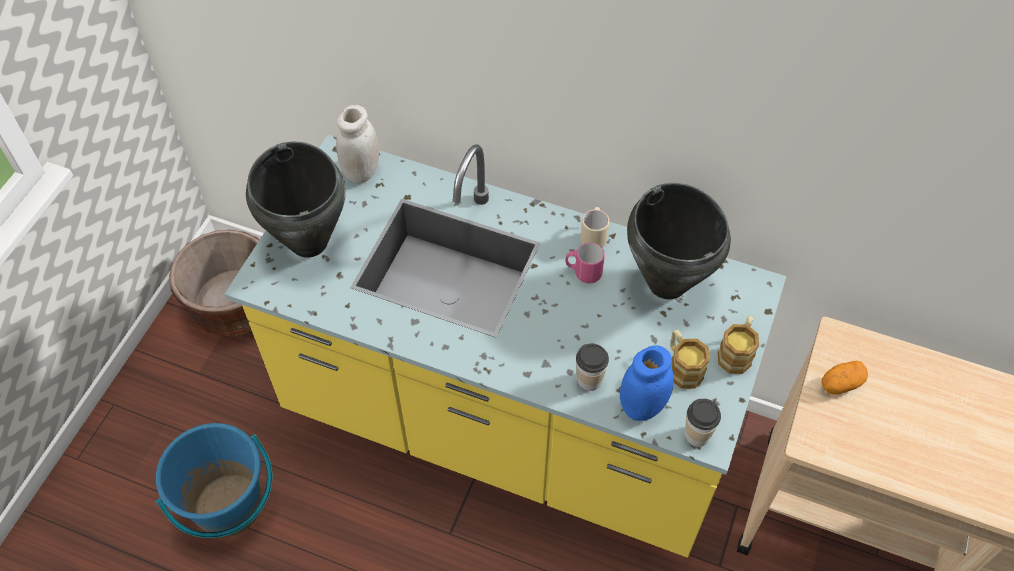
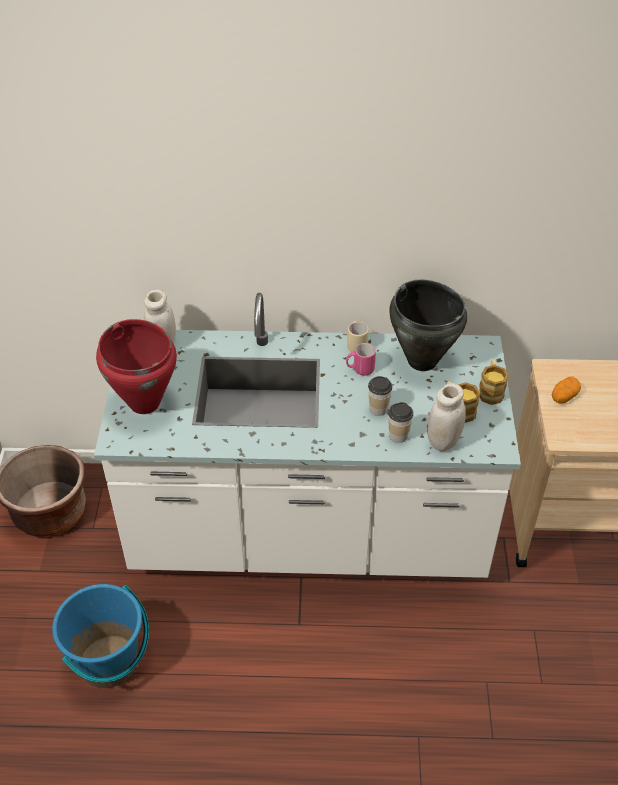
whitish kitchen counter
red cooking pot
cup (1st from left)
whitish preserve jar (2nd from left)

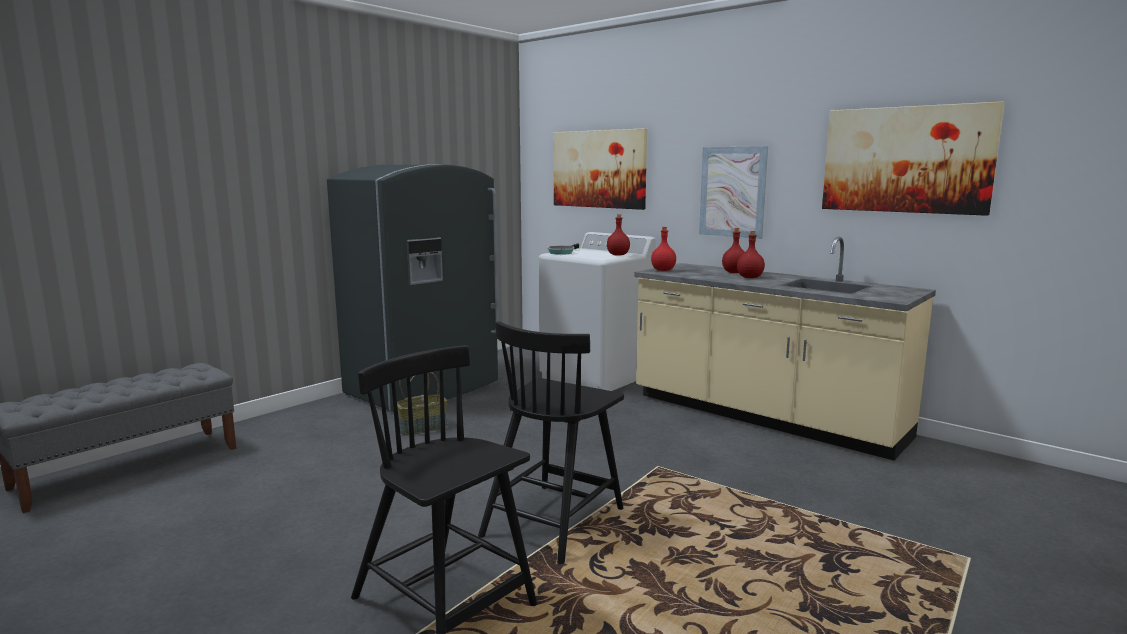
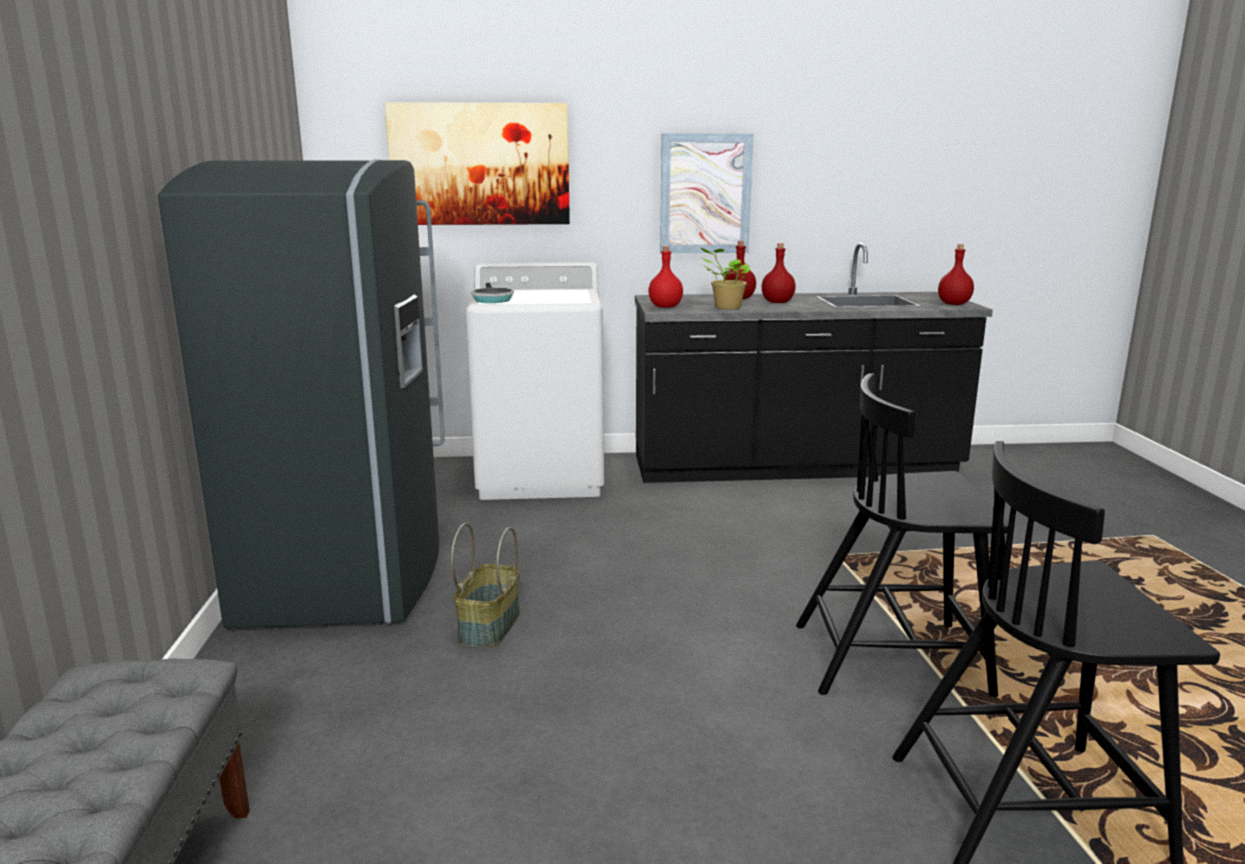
black-coloured kitchen counter
plant in a pot
black-coloured plain chair (1st from left)
red bottle (4th from left)
picture (3rd from left in the first image)

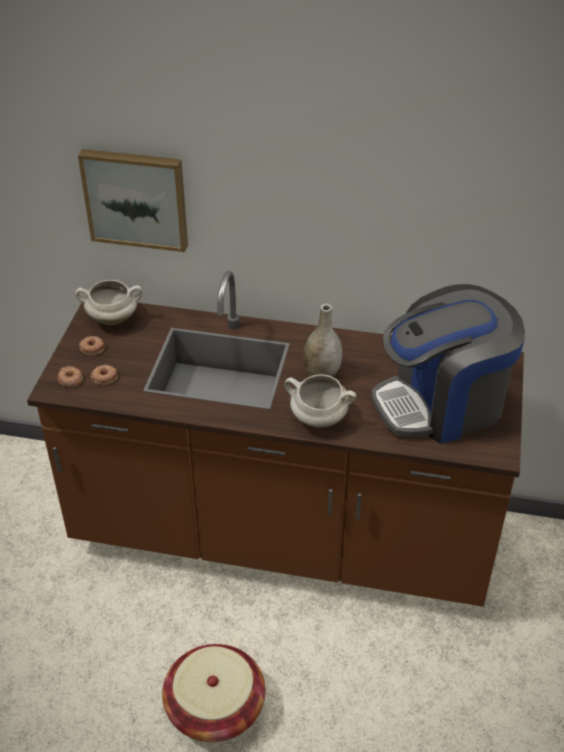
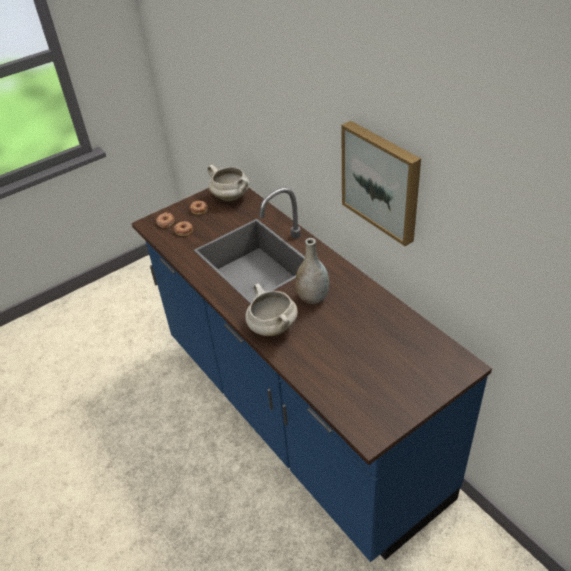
bluish kitchen counter
picture
storage basket
coffee brewer

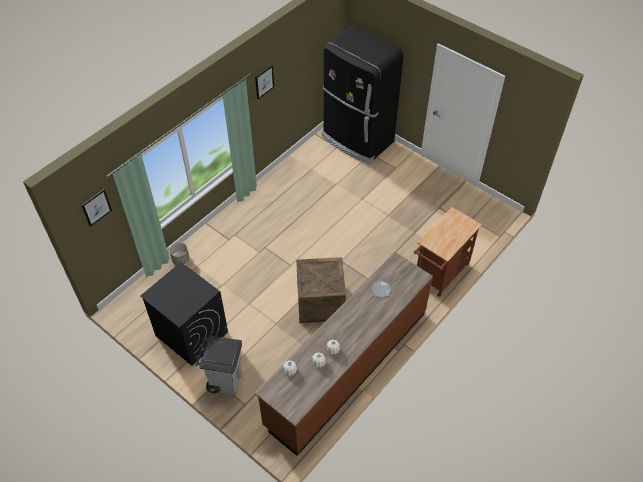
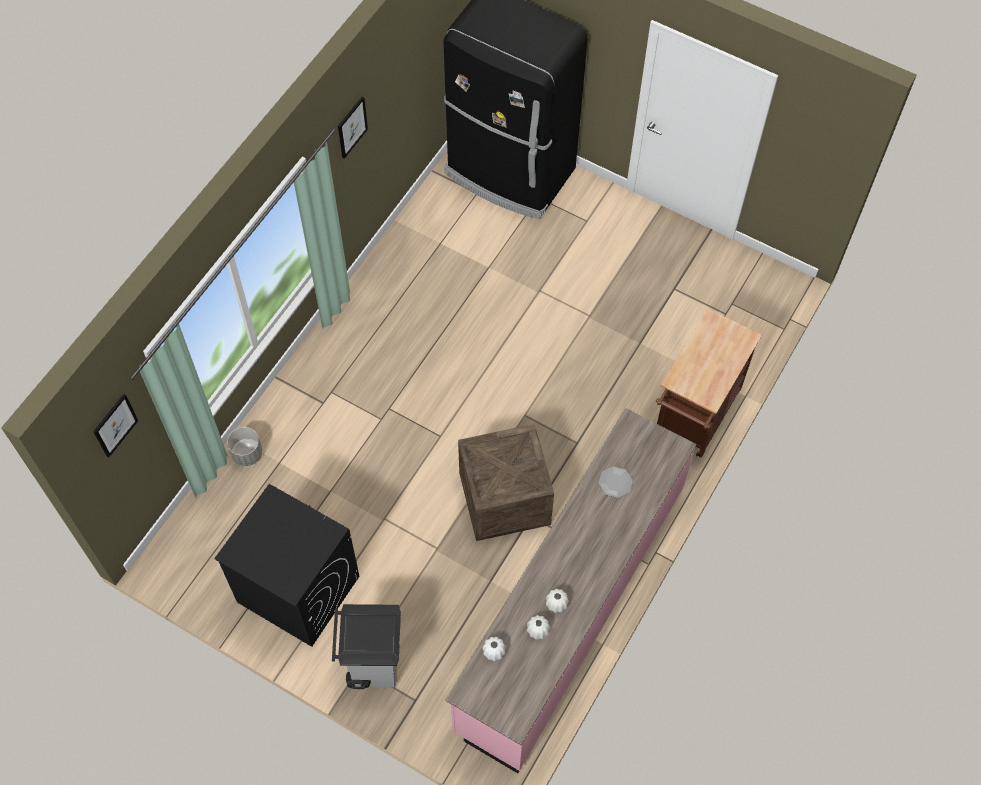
pink kitchen counter

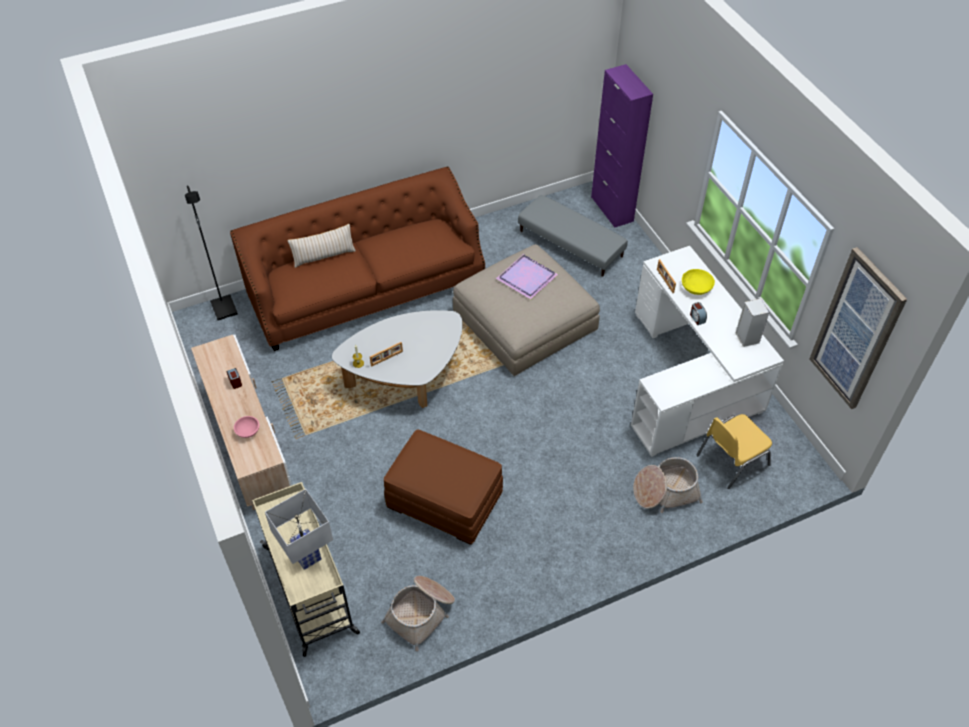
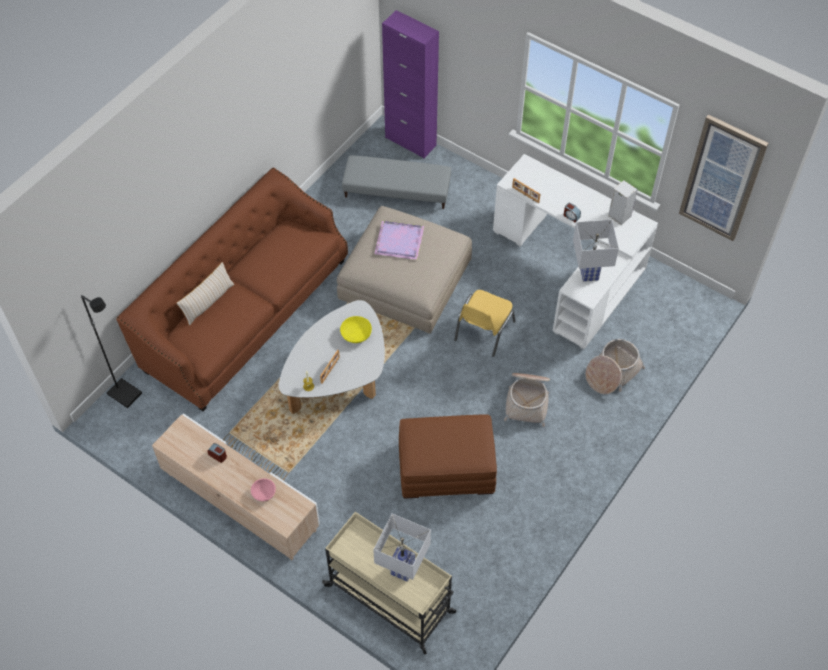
yellow serving bowl
yellow plain chair
storage basket (1st from left)
whitish lamp for a table (2nd from left)

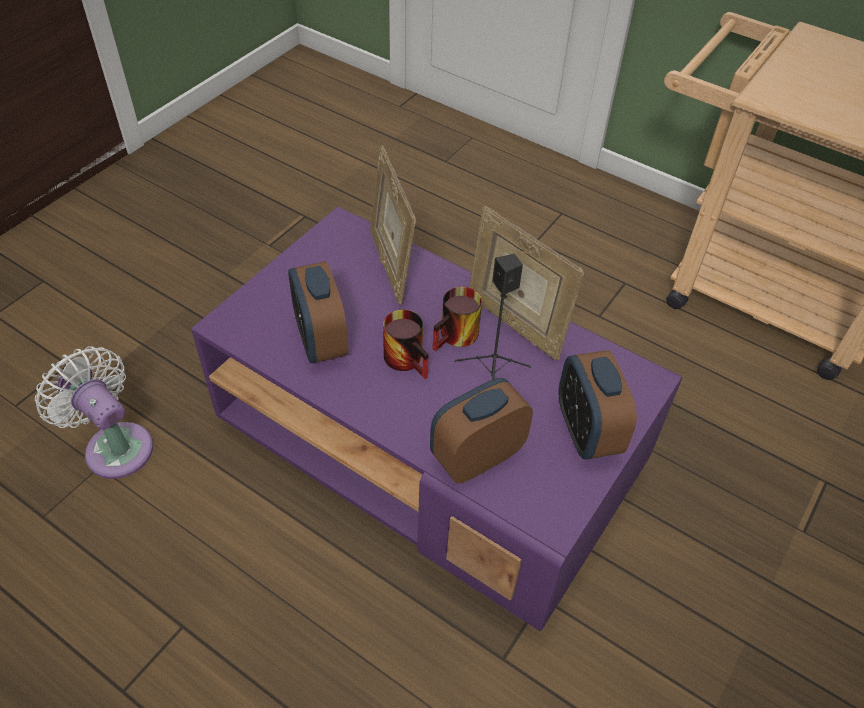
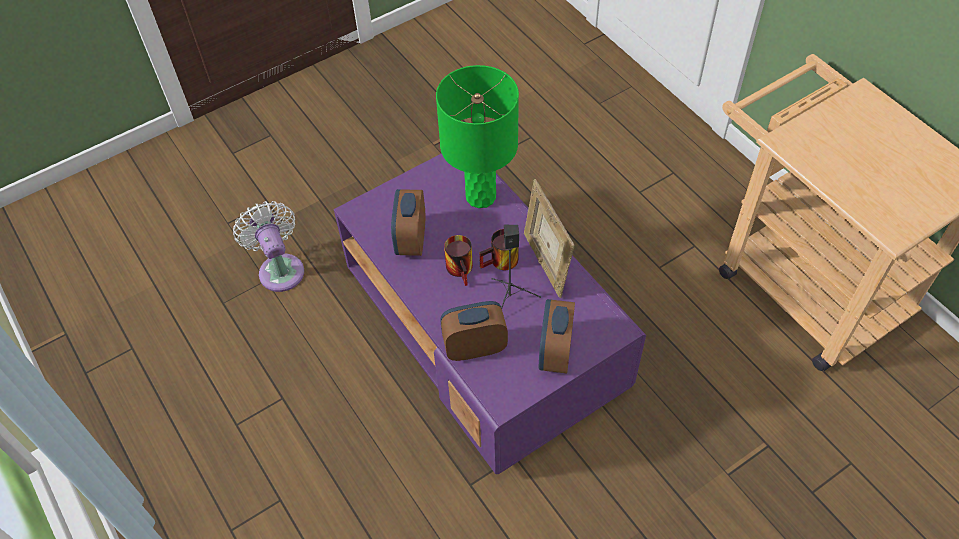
green-coloured lamp for a table

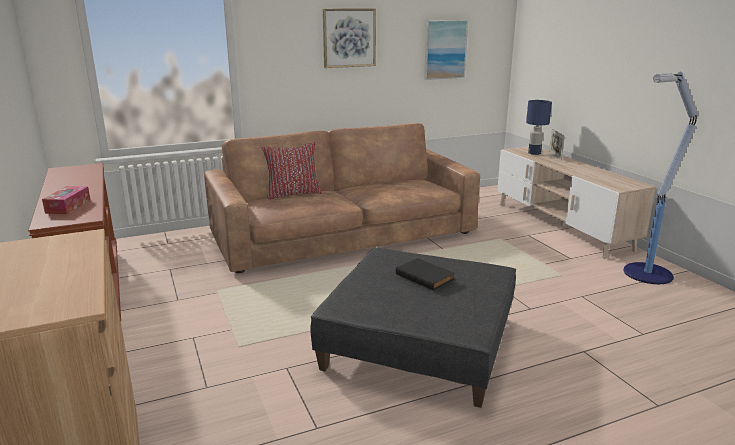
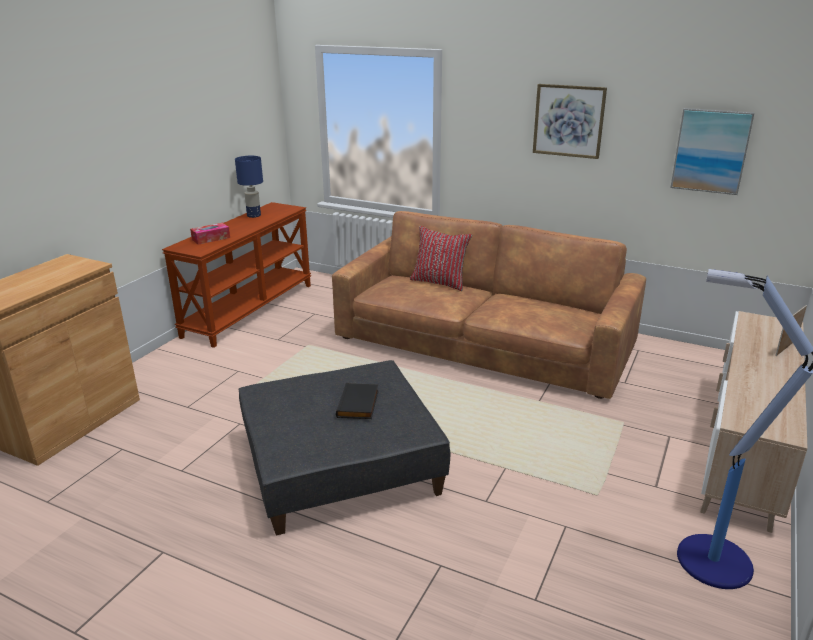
bluish lamp for a table

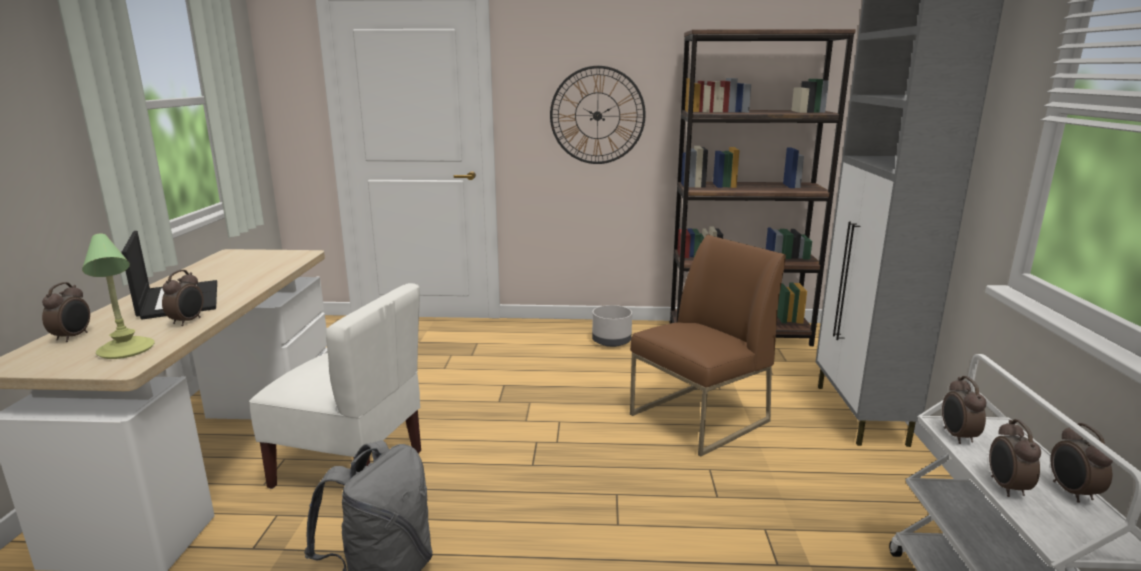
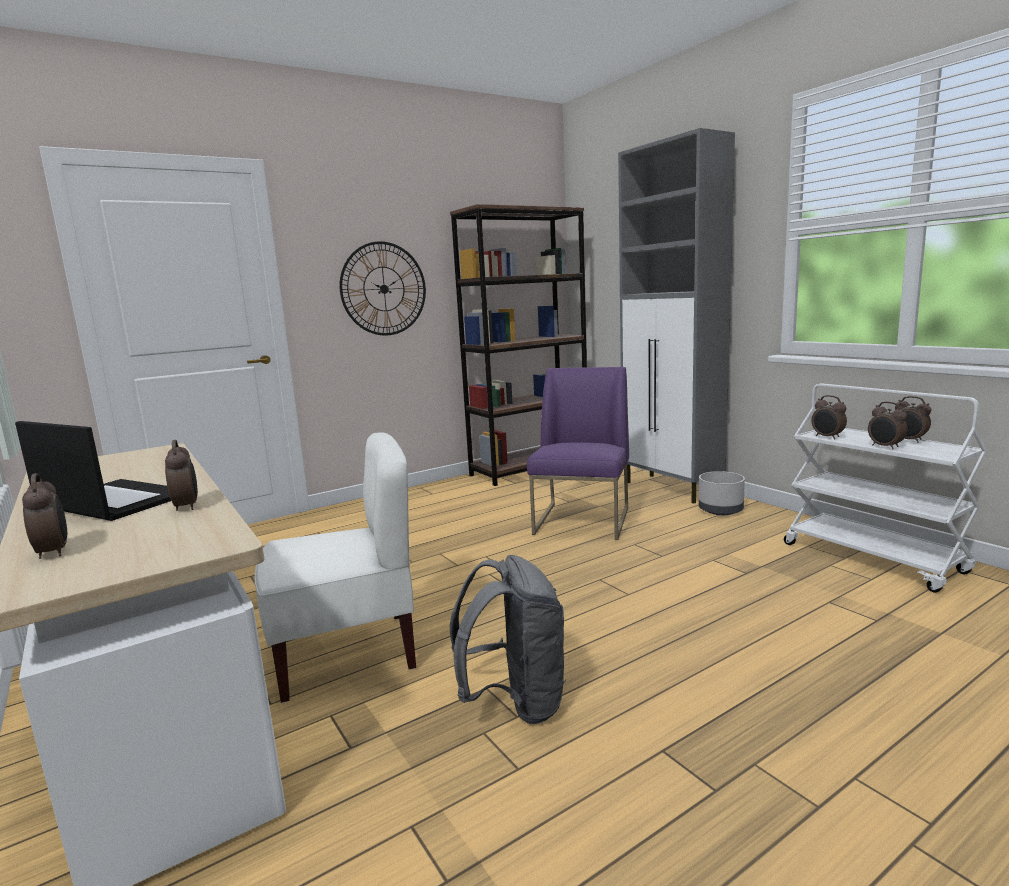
purple-coloured plain chair
greyish flower pot
lamp for a table

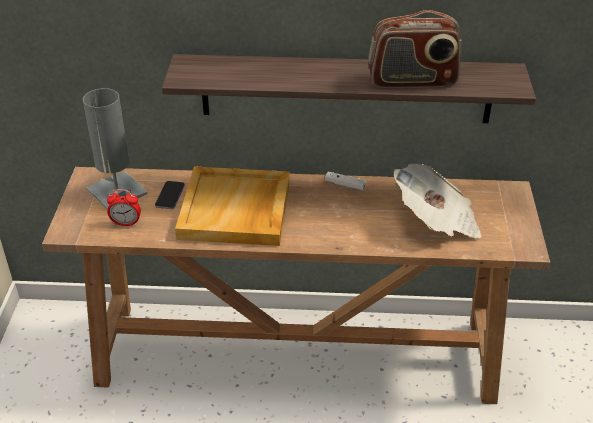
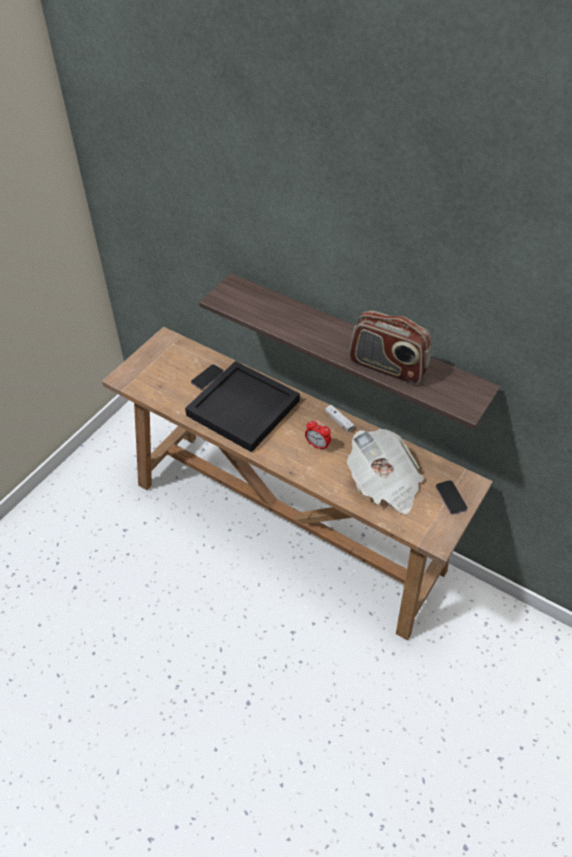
black-coloured tray
bedside clock
handset (2nd from left)
greyish lamp for a table

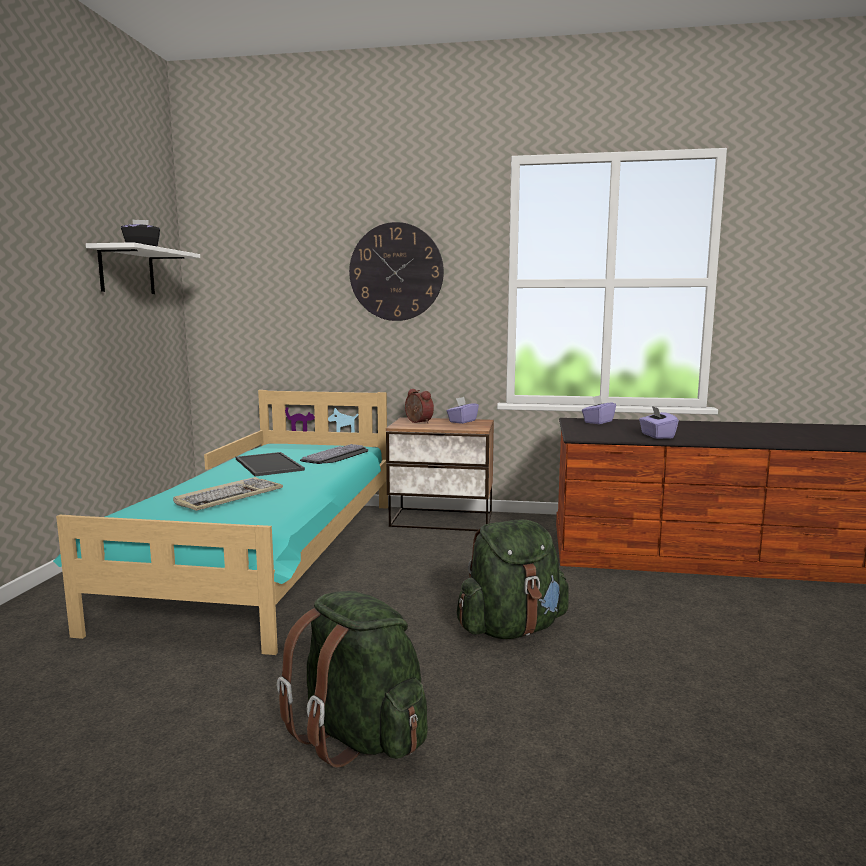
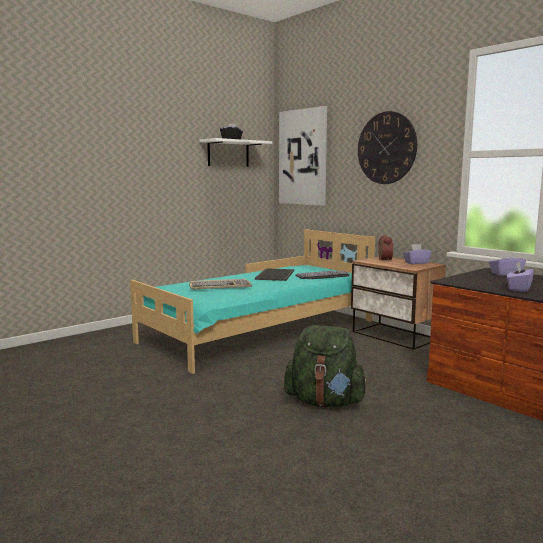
picture
green-coloured knapsack (1st from left in the first image)

